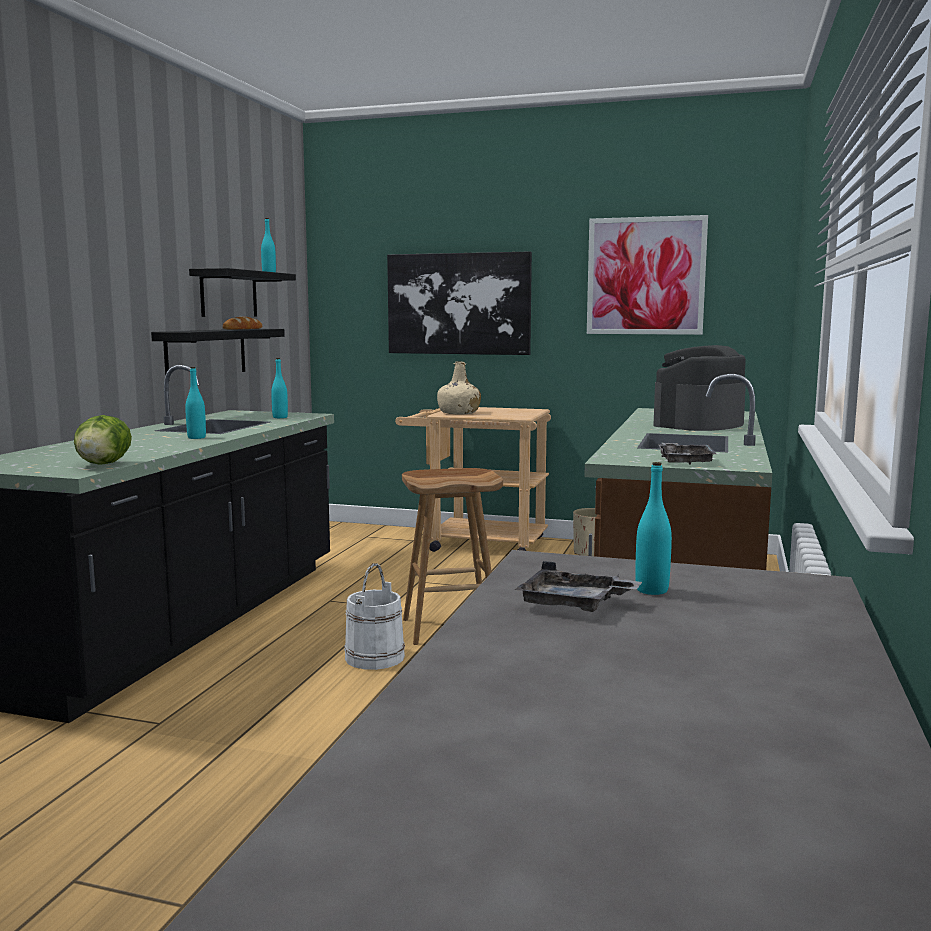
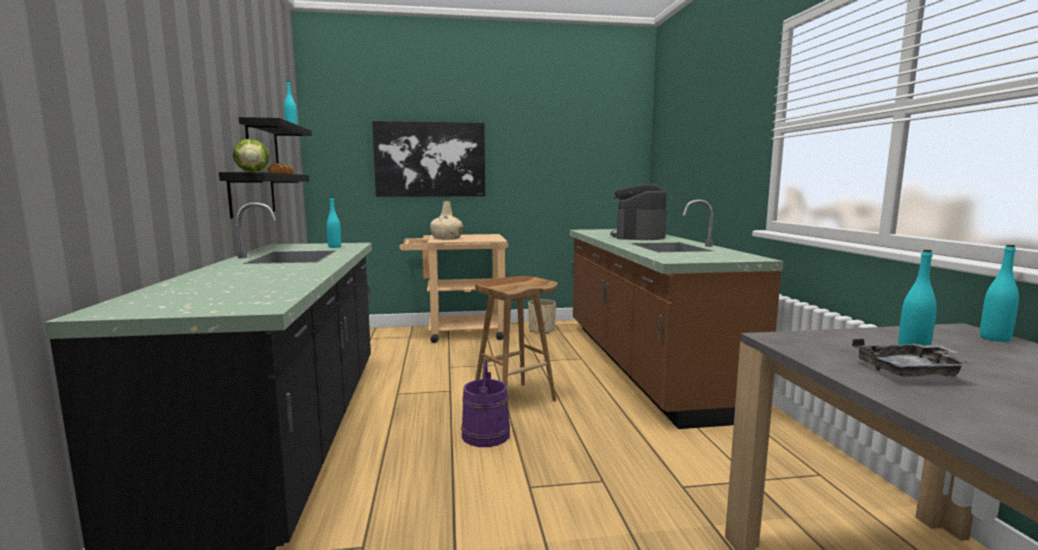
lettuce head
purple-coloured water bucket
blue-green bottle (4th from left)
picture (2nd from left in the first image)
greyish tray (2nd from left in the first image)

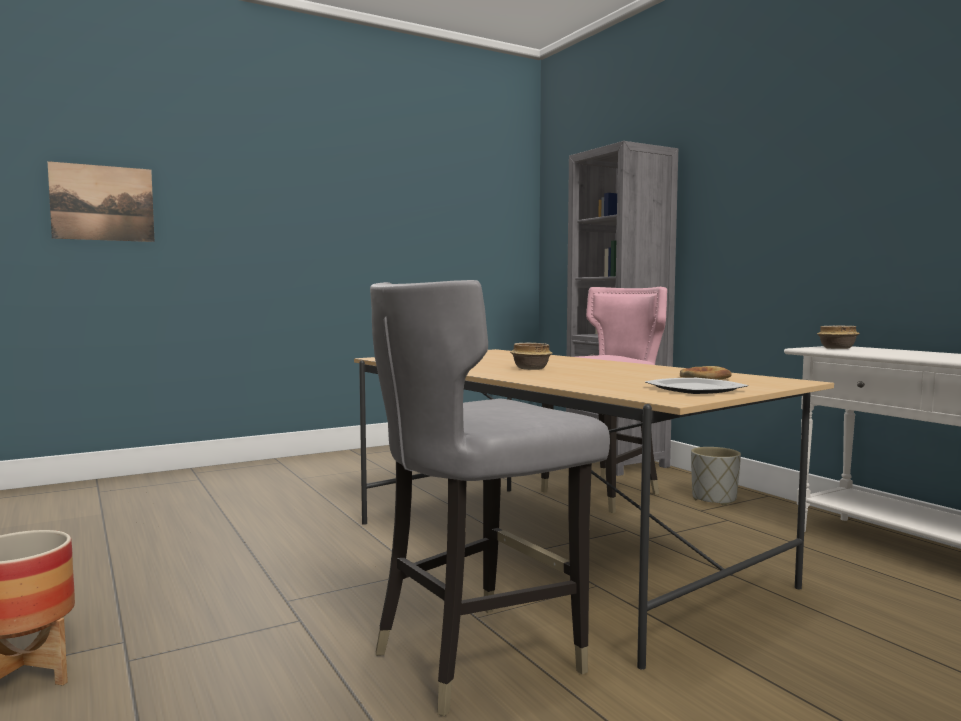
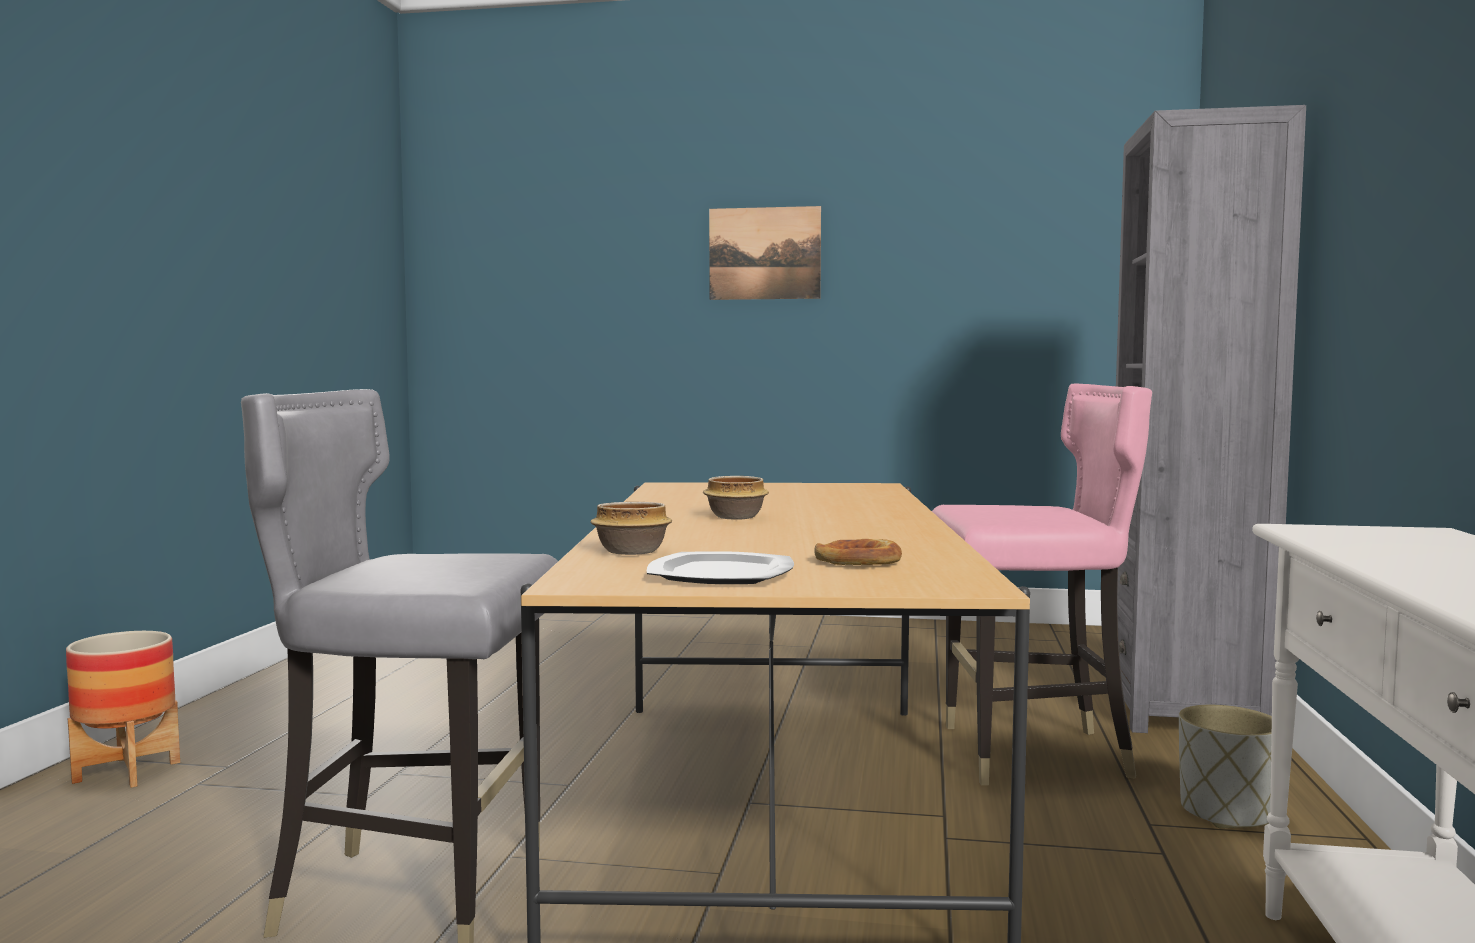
serving bowl (1st from left)
picture

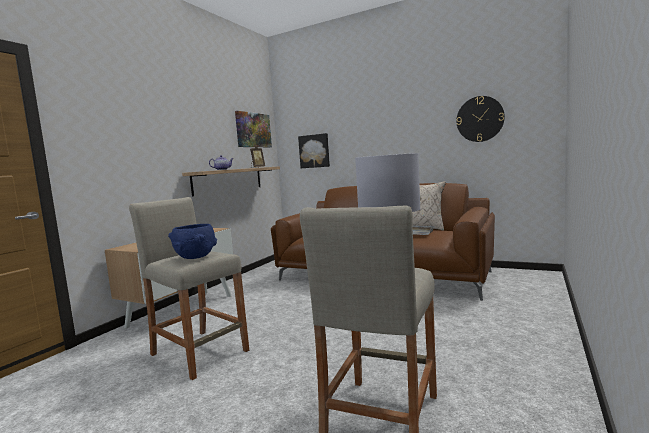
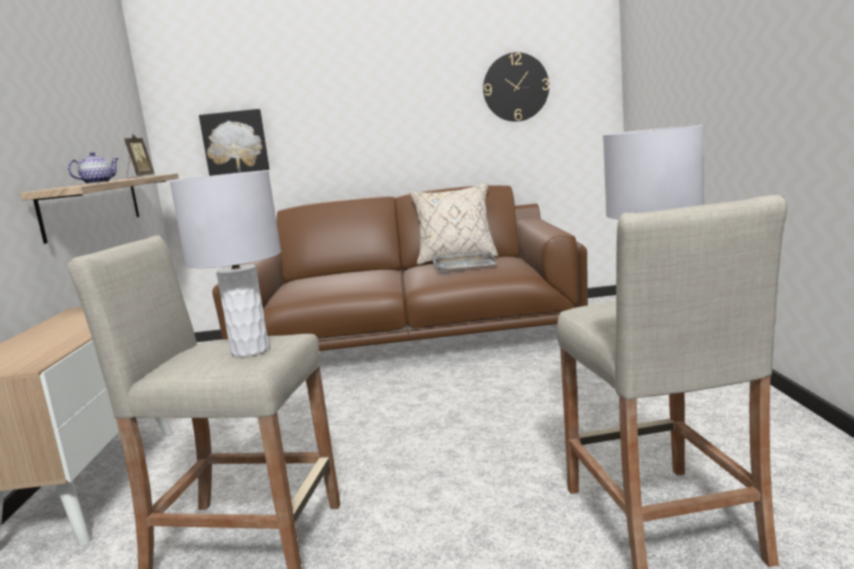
greyish lamp for a table (1st from left)
picture (1st from left in the first image)

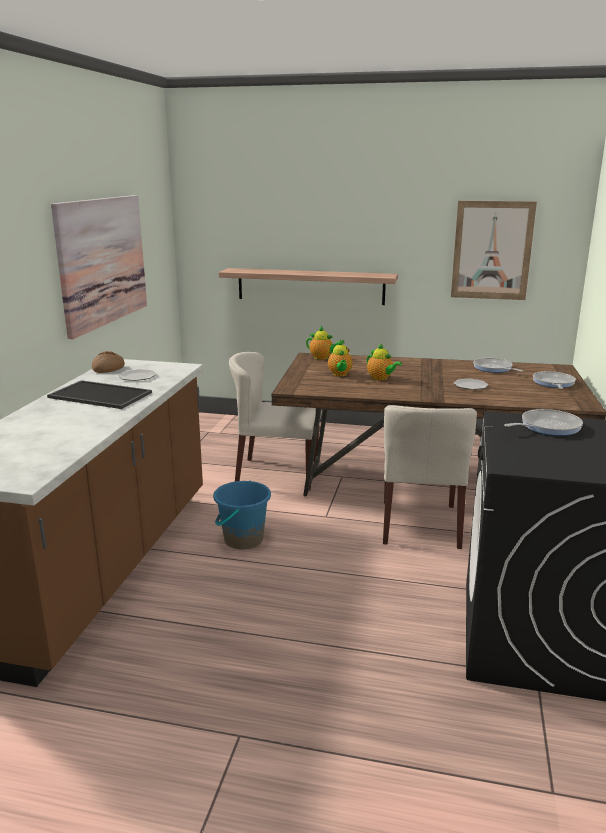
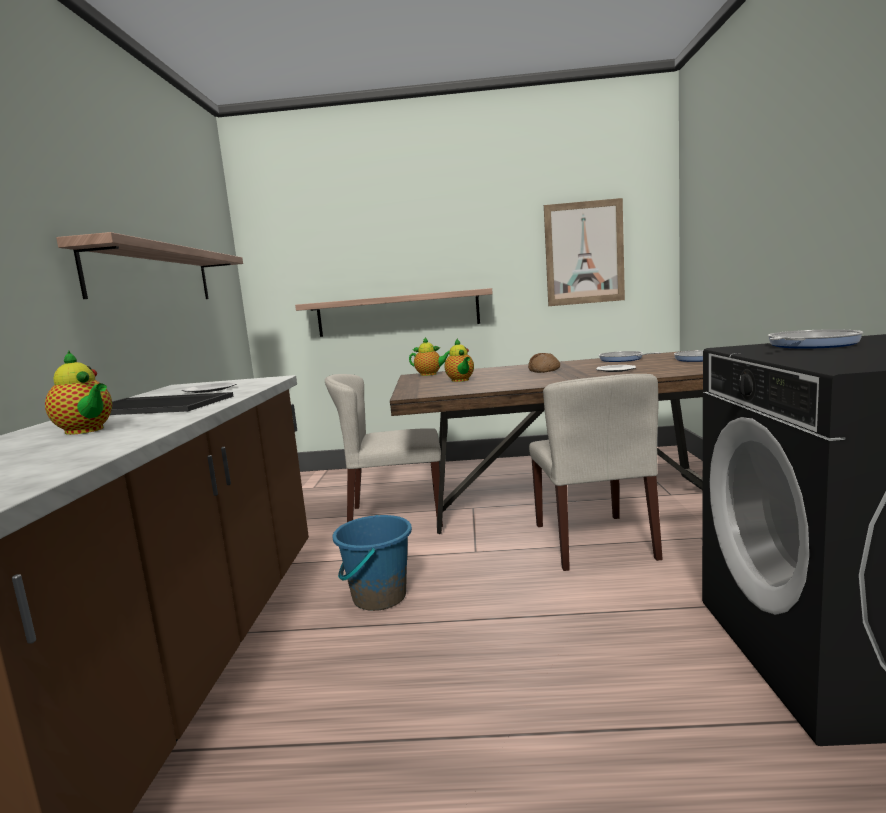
teapot (1st from left)
bracket shelf (1st from left)
bread

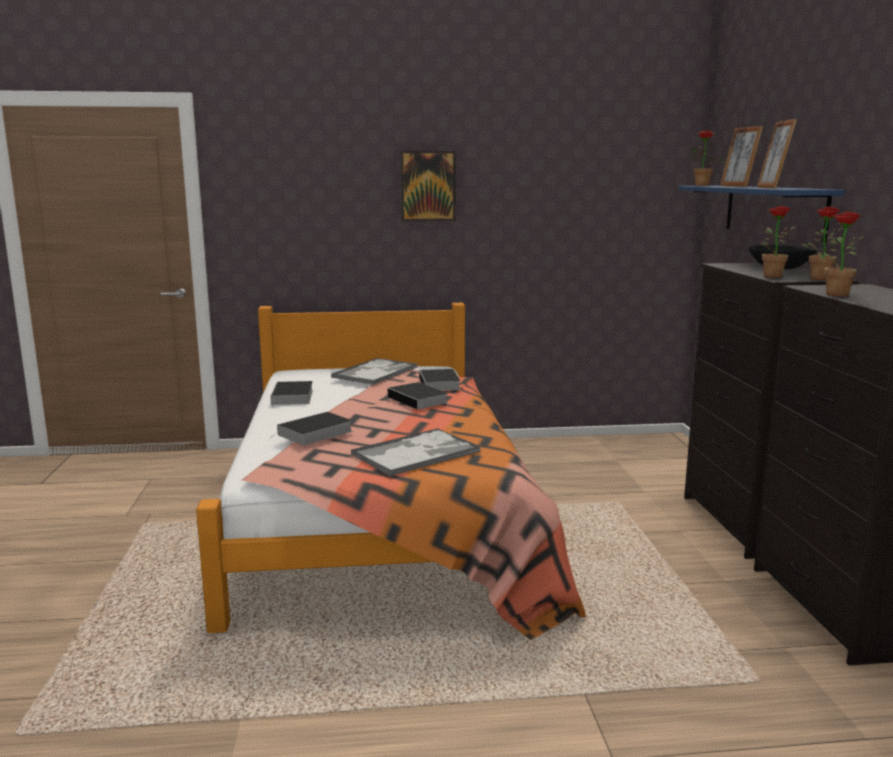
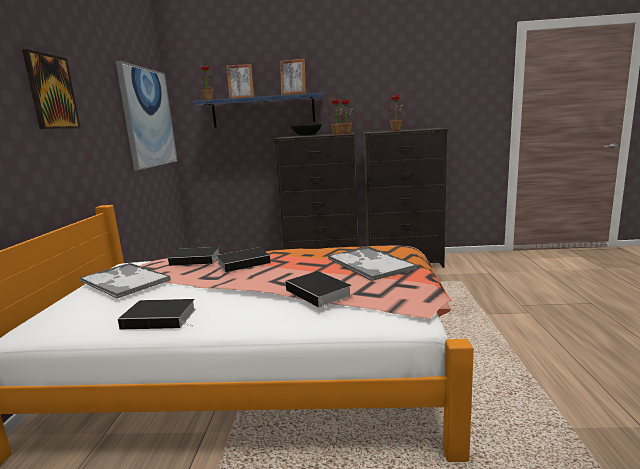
picture (2nd from left)

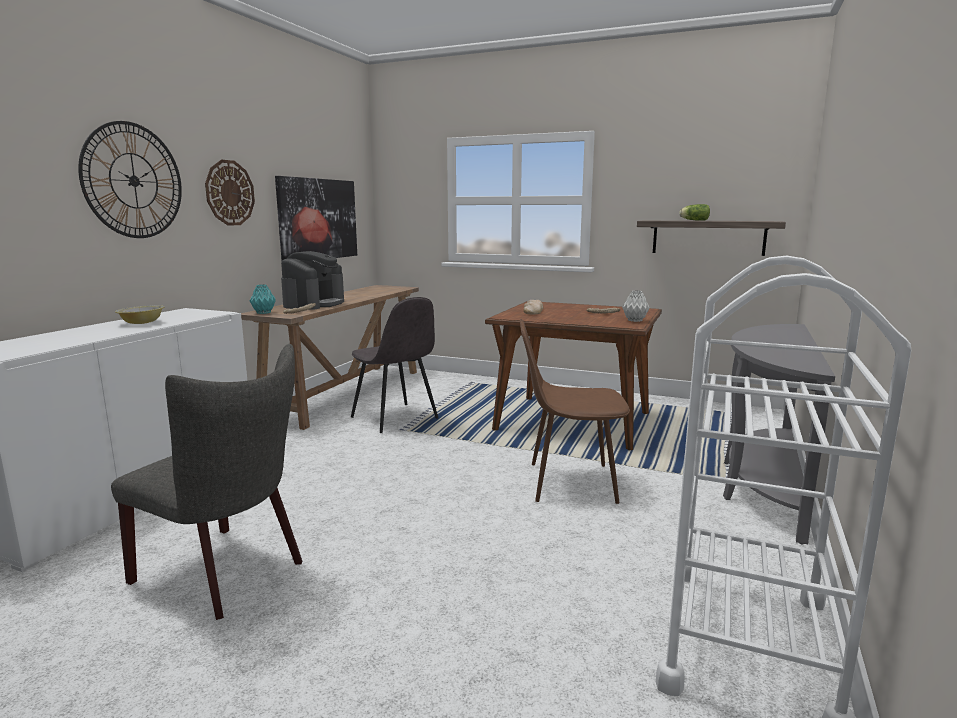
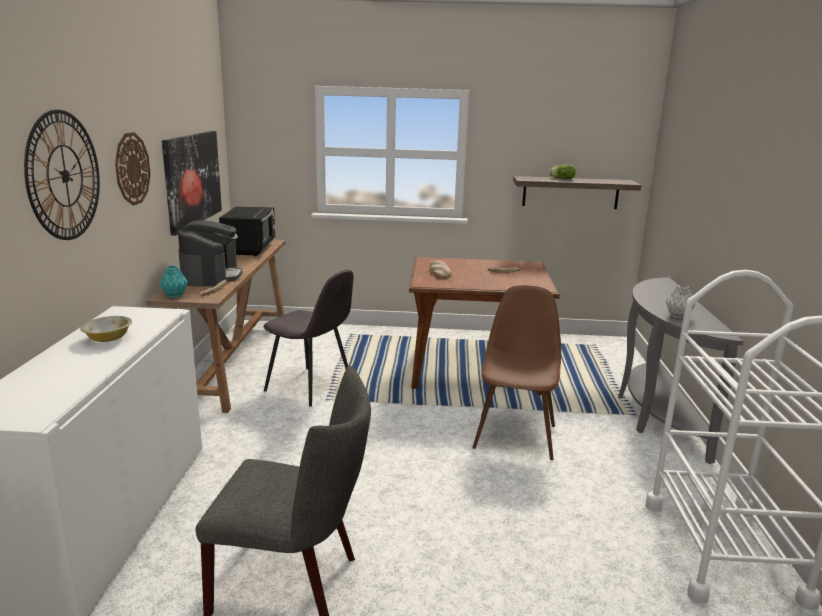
black-coloured microwave oven
brown-coloured plain chair
greyish decorative vase

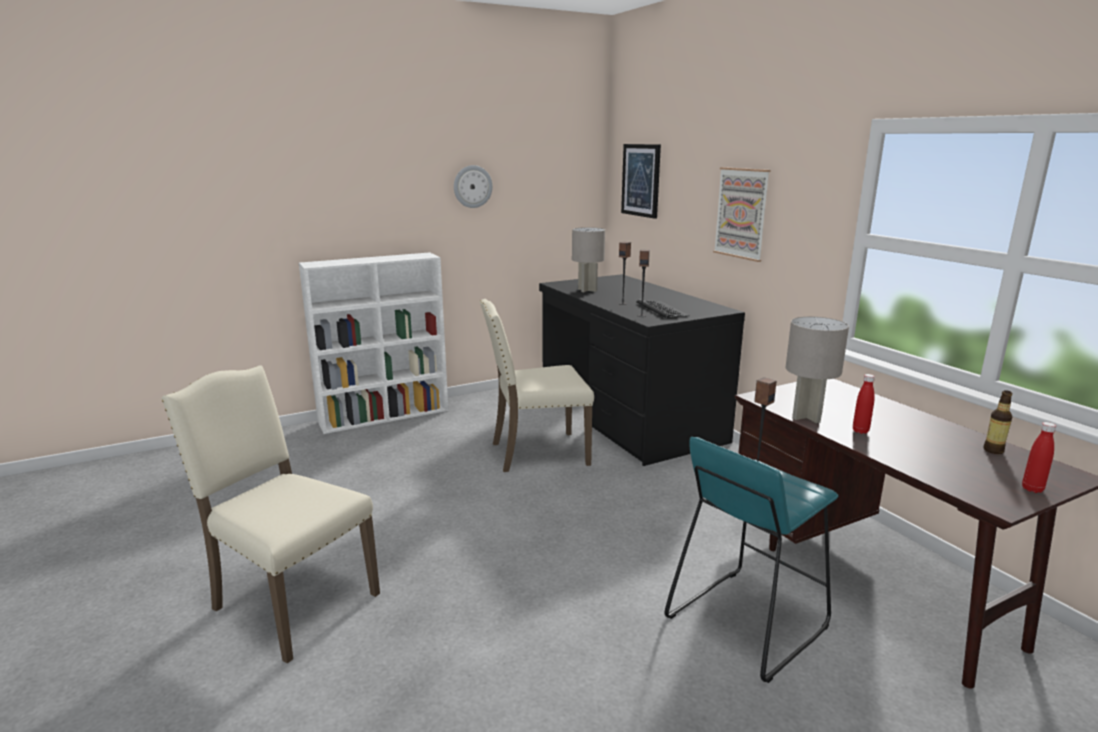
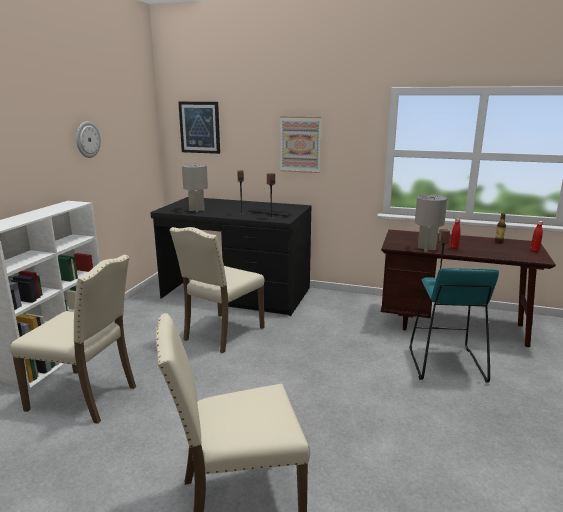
beige-coloured plain chair (1st from left)

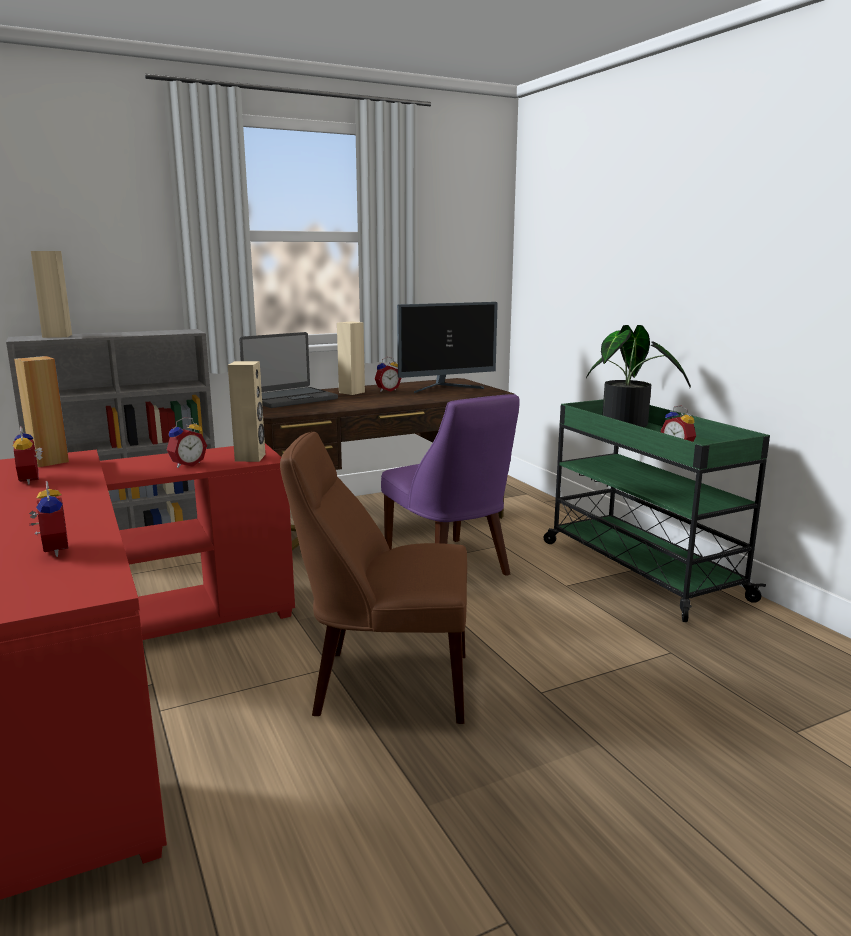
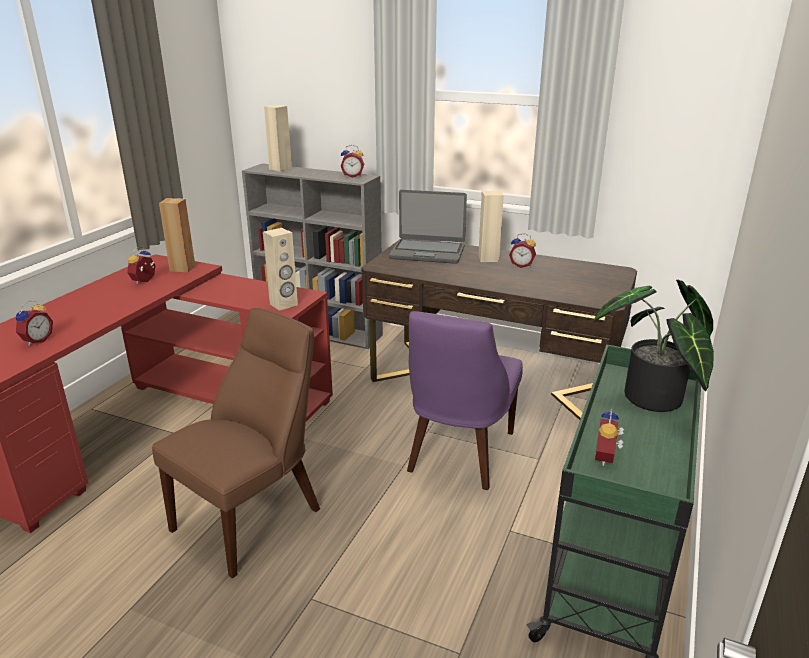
brown-coloured plain chair
bedside clock (3rd from left)
computer screen

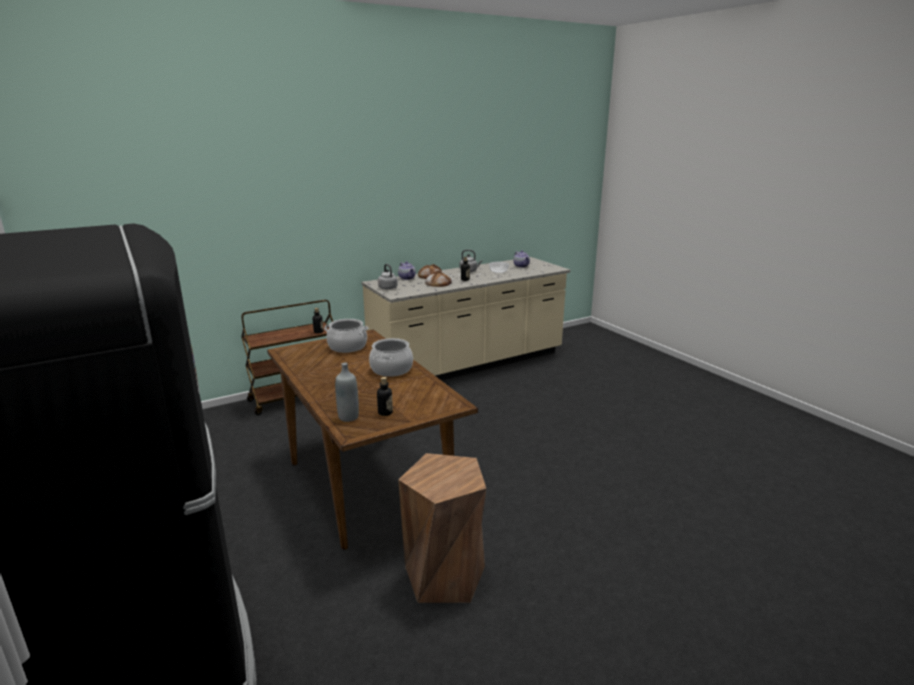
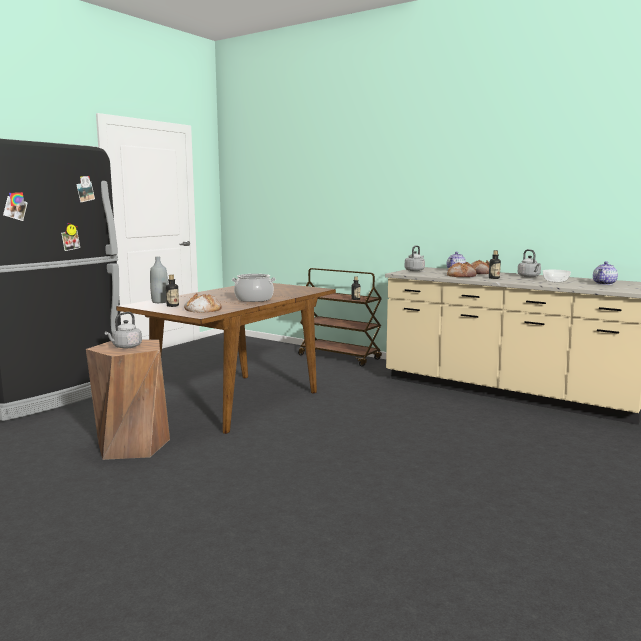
greyish tea kettle (1st from left)
bread (1st from left)
cooking pot (1st from left in the first image)

